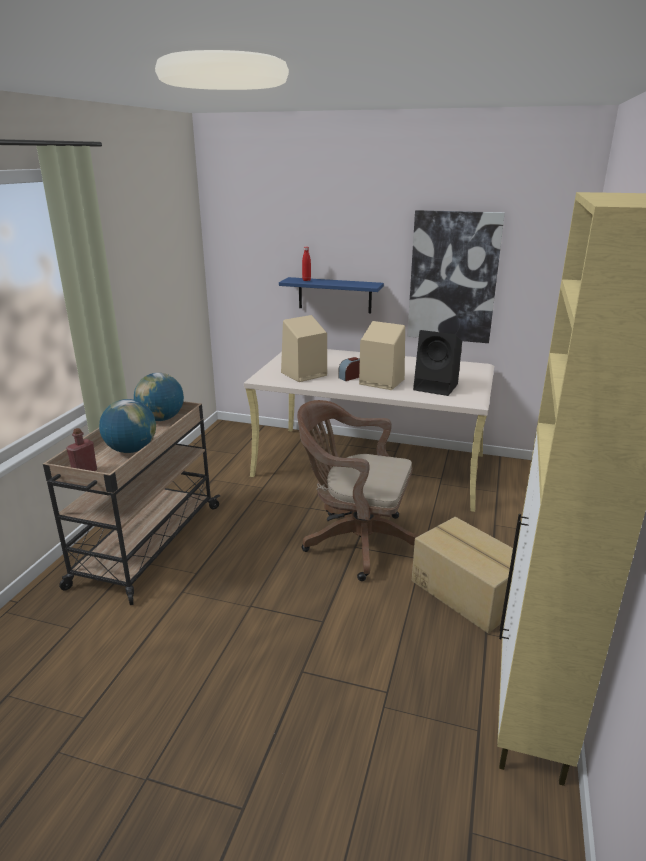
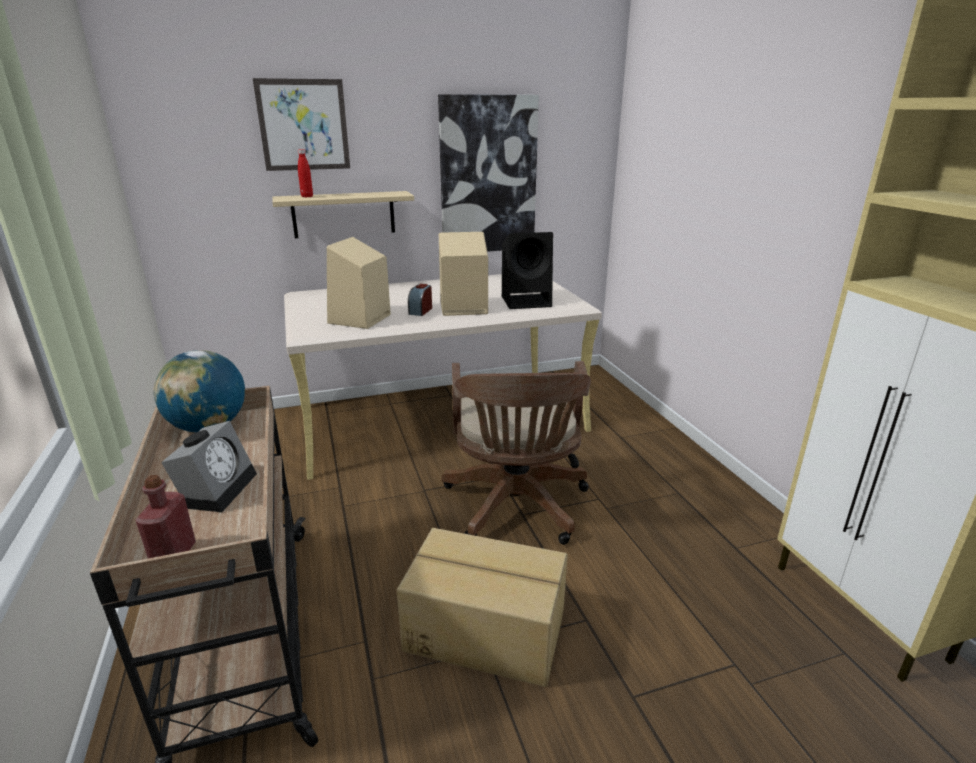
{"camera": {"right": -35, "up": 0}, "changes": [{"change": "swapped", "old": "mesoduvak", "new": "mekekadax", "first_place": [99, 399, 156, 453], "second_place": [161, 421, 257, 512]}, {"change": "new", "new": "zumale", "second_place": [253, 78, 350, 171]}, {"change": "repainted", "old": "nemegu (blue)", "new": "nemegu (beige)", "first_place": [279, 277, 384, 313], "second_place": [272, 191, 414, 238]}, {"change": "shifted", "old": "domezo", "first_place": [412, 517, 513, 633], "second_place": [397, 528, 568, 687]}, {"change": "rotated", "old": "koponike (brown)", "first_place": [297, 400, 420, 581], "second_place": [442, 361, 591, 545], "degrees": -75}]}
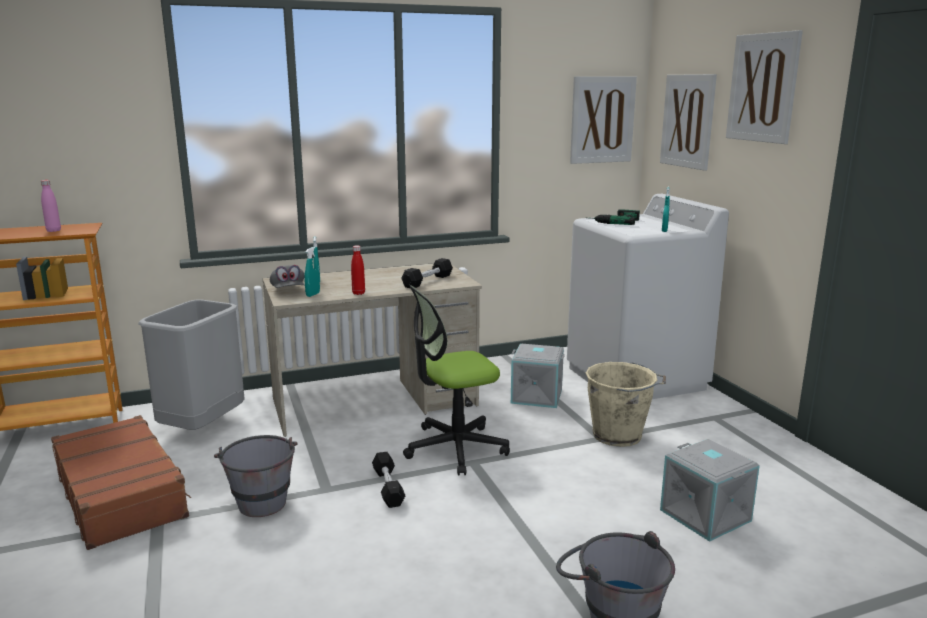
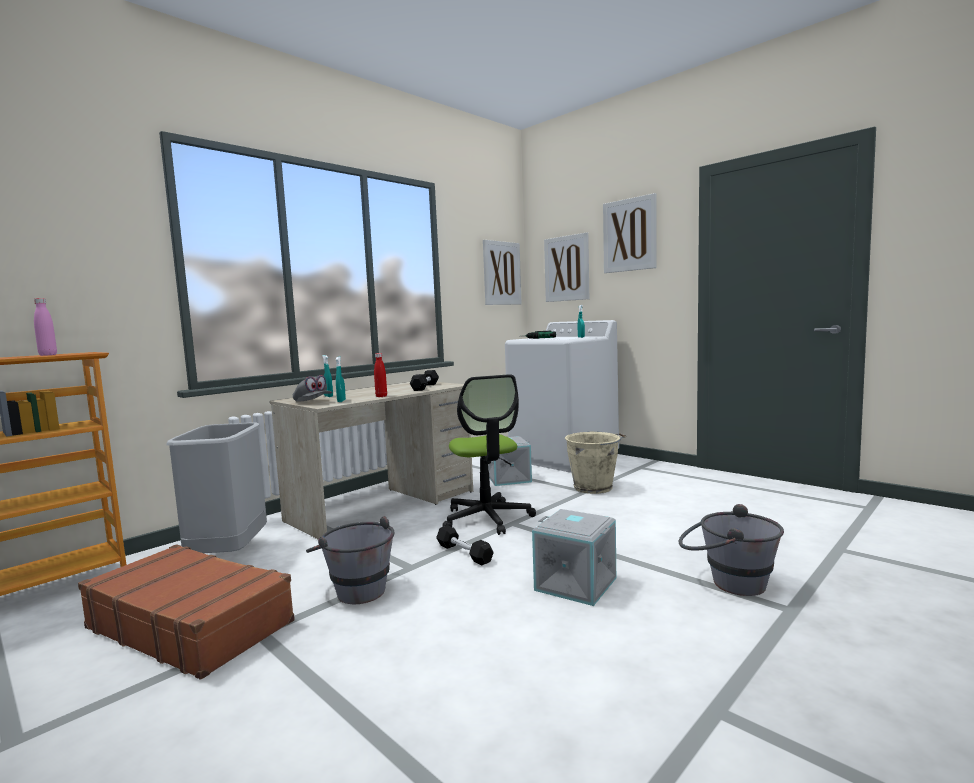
{"camera": {"right": -25, "up": -10}, "changes": [{"change": "rotated", "old": "koponike", "first_place": [403, 285, 510, 475], "second_place": [442, 374, 536, 535], "degrees": -60}, {"change": "shifted", "old": "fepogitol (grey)", "first_place": [660, 439, 760, 542], "second_place": [532, 509, 616, 606]}]}
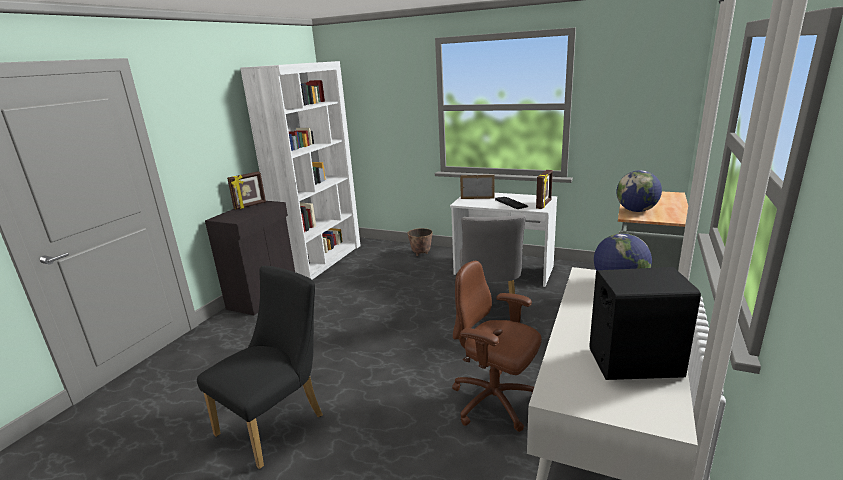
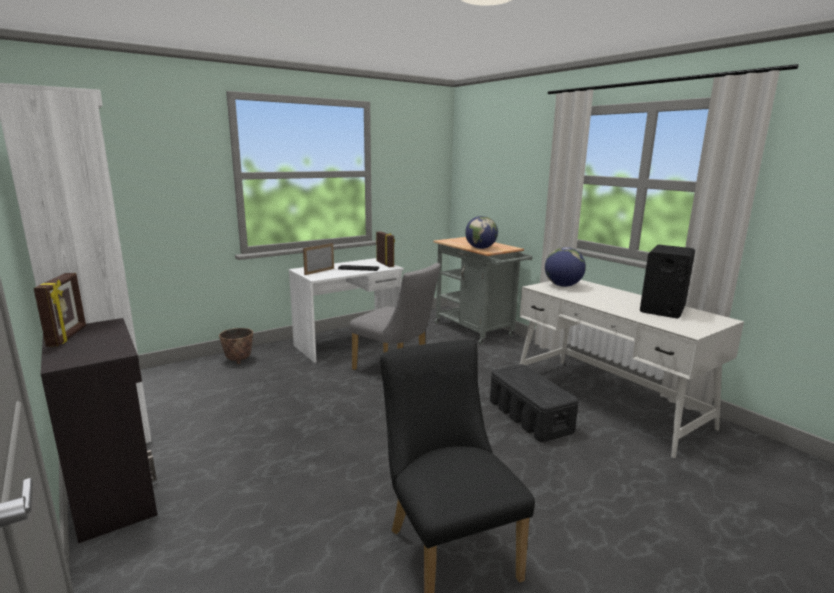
{"camera": {"right": -60, "up": -5}, "changes": [{"change": "swapped", "old": "koponike (brown)", "new": "fepogitol (black)", "first_place": [452, 261, 542, 432], "second_place": [490, 364, 579, 442]}]}
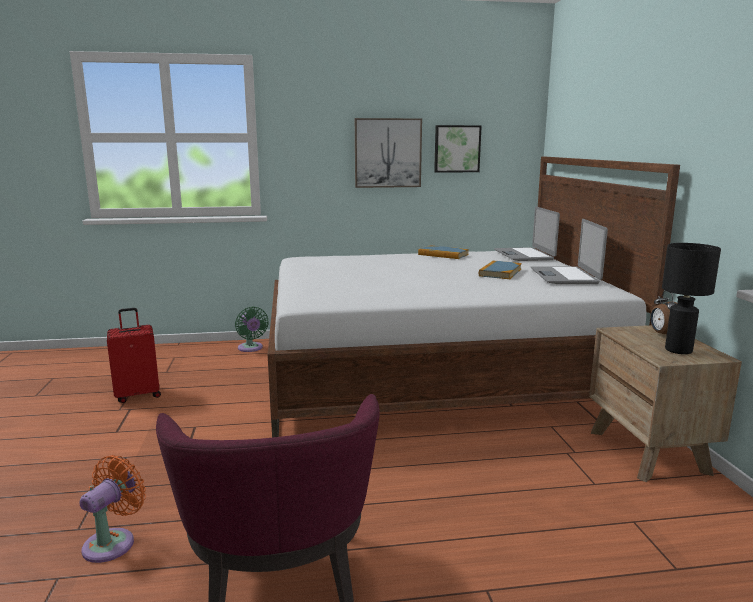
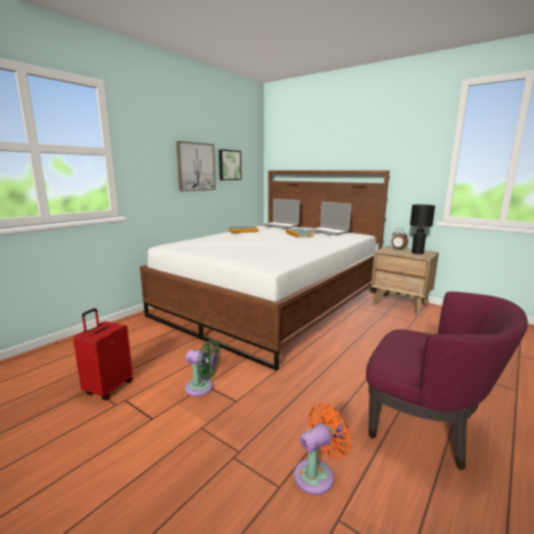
{"camera": {"right": -45, "up": 0}, "changes": [{"change": "shifted", "old": "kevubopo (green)", "first_place": [235, 306, 269, 352], "second_place": [185, 340, 221, 396]}, {"change": "rotated", "old": "kevubopo (orange)", "first_place": [79, 455, 146, 563], "second_place": [294, 403, 352, 495], "degrees": 75}]}
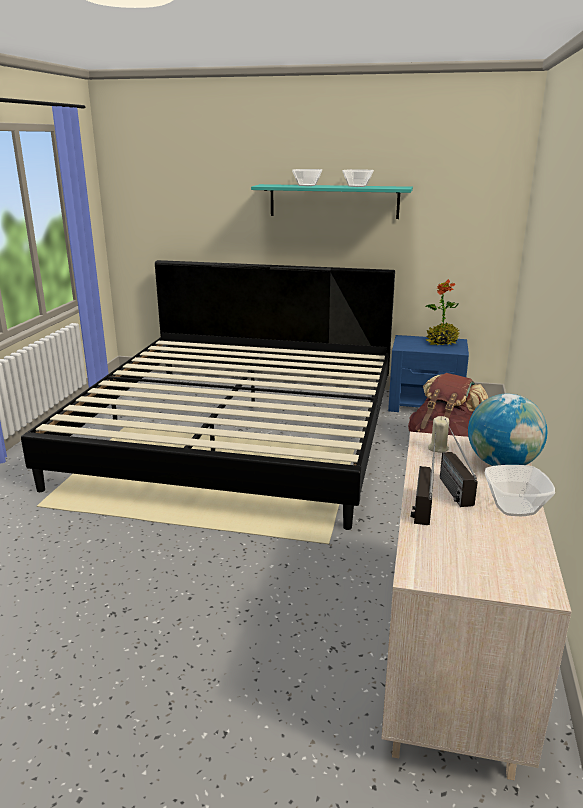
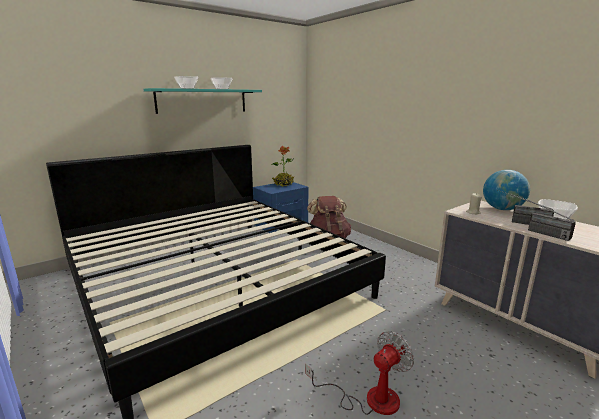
{"camera": {"right": -50, "up": -5}, "changes": [{"change": "new", "new": "kevubopo", "second_place": [305, 331, 414, 415]}]}
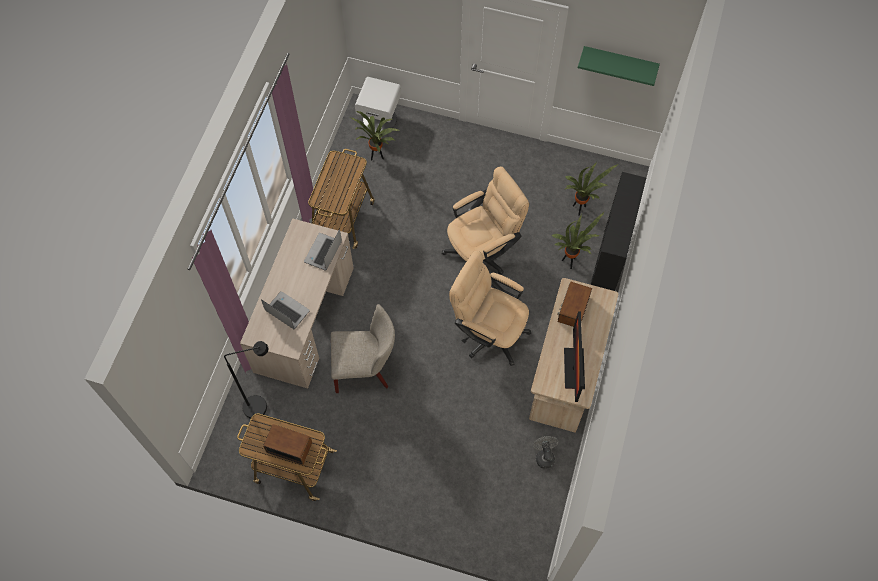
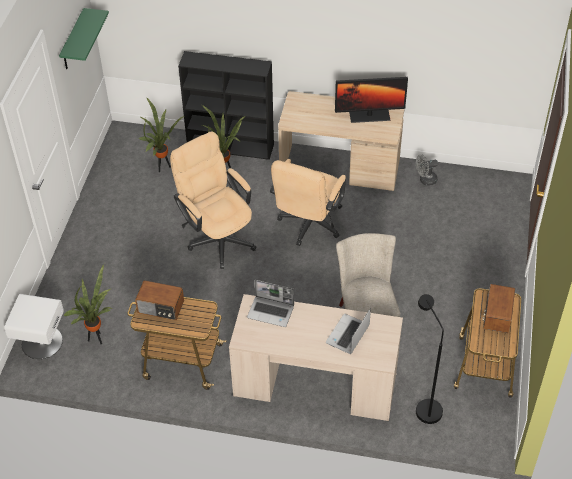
{"camera": {"right": -95, "up": -15}, "changes": [{"change": "shifted", "old": "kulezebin", "first_place": [557, 282, 592, 327], "second_place": [135, 280, 184, 320]}]}
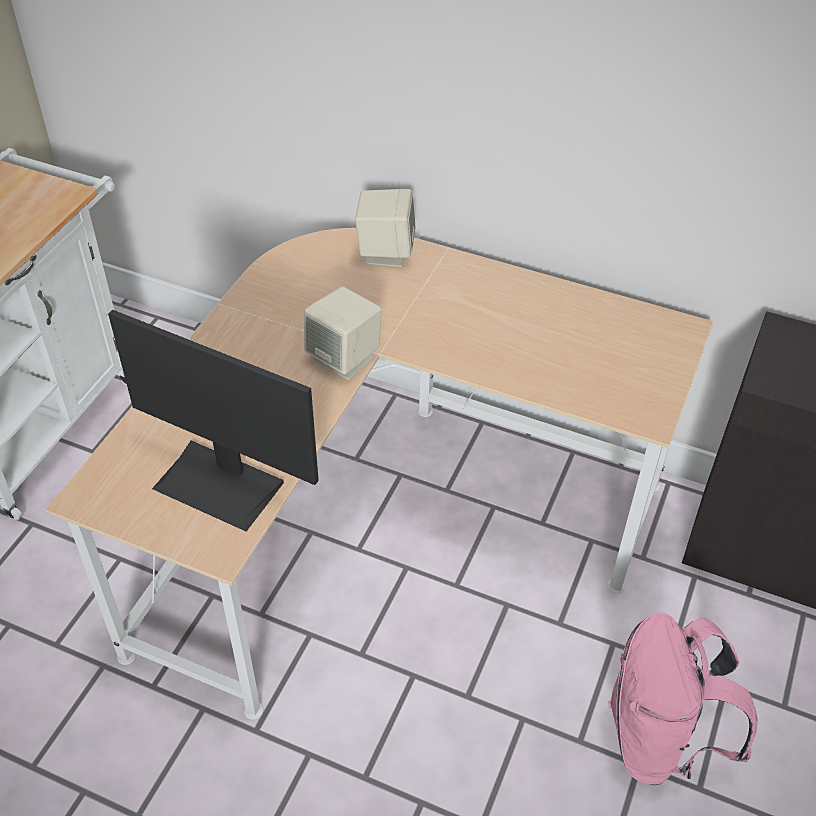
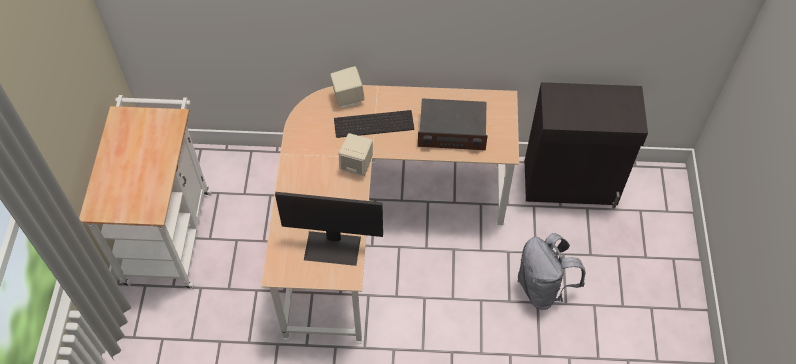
{"camera": {"right": -20, "up": 10}, "changes": [{"change": "new", "new": "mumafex", "second_place": [334, 110, 414, 138]}, {"change": "new", "new": "kulezebin", "second_place": [418, 98, 488, 150]}, {"change": "repainted", "old": "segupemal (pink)", "new": "segupemal (grey)", "first_place": [608, 612, 757, 785], "second_place": [518, 233, 585, 310]}]}
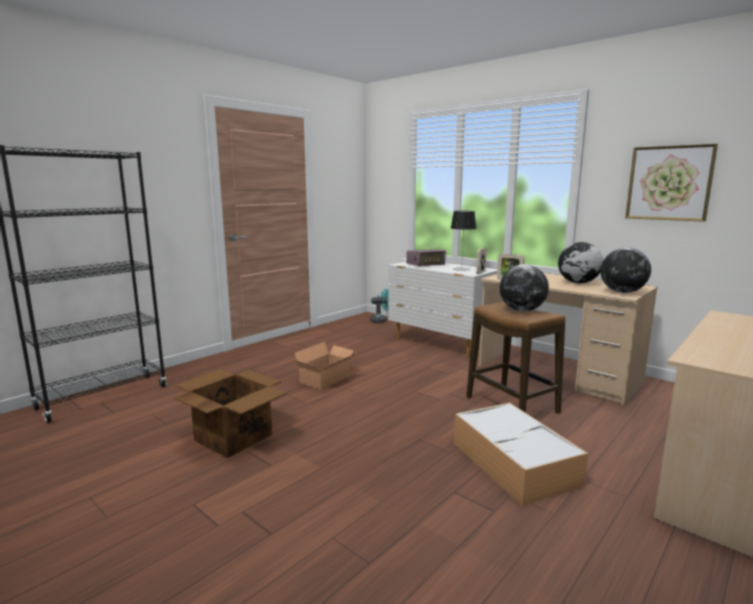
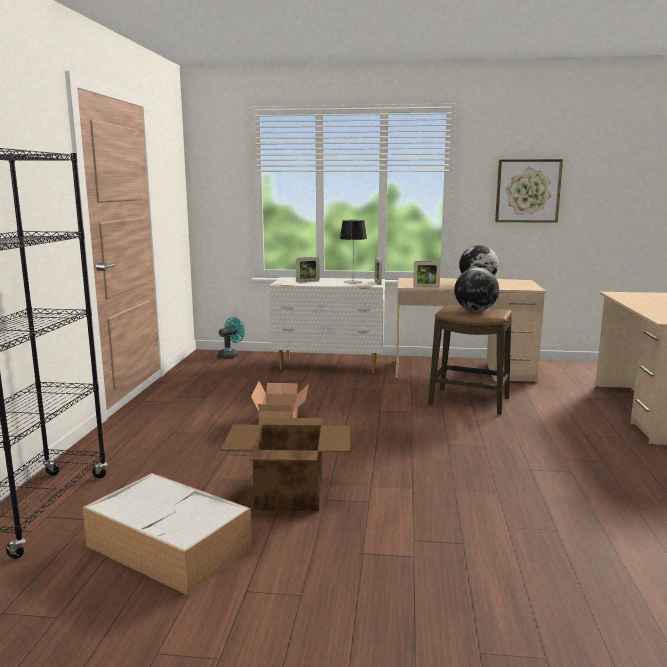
{"camera": {"right": -35, "up": 0}, "changes": [{"change": "shifted", "old": "fepogitol", "first_place": [454, 403, 588, 506], "second_place": [83, 473, 252, 595]}, {"change": "swapped", "old": "kulezebin", "new": "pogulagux", "first_place": [406, 249, 446, 267], "second_place": [296, 257, 320, 283]}, {"change": "gone", "old": "mesoduvak", "first_place": [601, 248, 651, 293]}]}
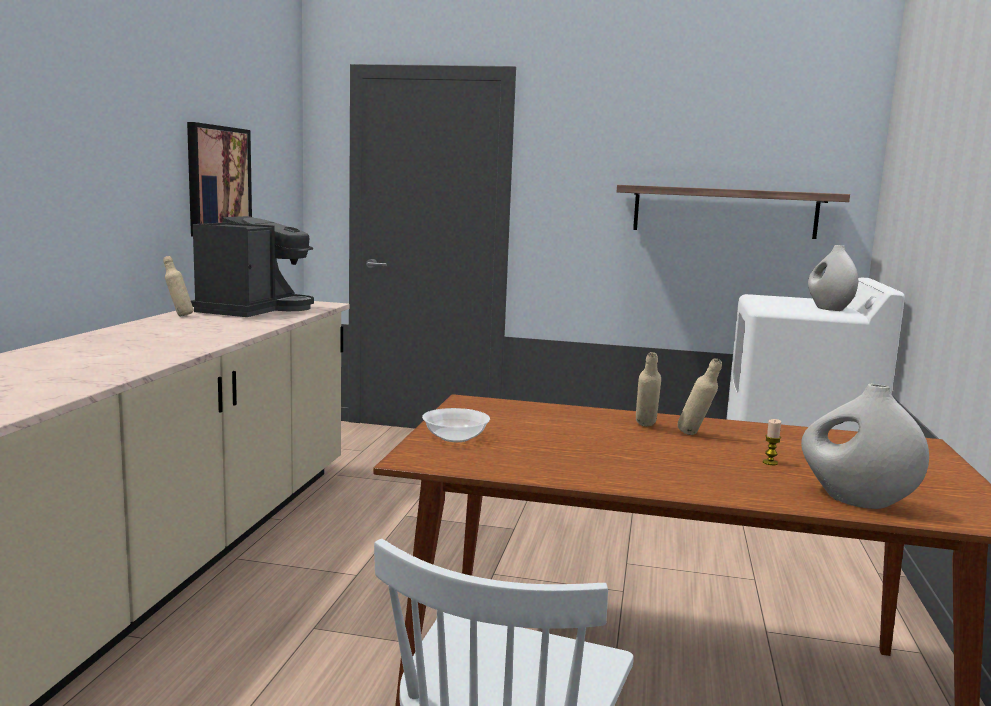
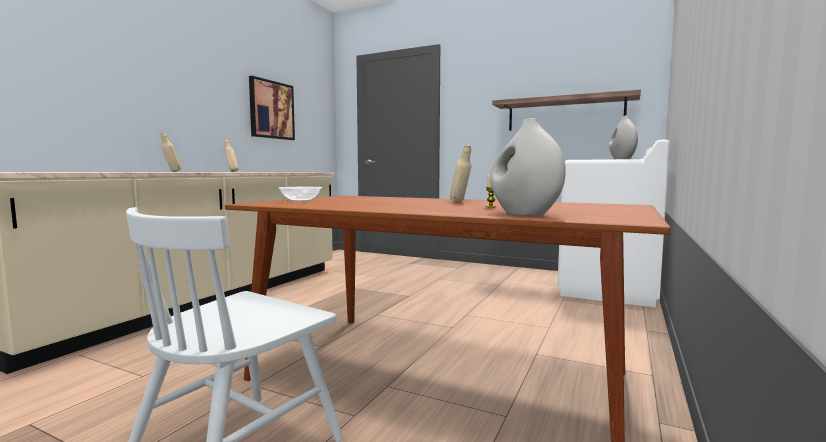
{"camera": {"right": 15, "up": -5}, "changes": [{"change": "shifted", "old": "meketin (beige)", "first_place": [636, 352, 661, 427], "second_place": [160, 133, 181, 172]}, {"change": "gone", "old": "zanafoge", "first_place": [191, 216, 314, 317]}]}
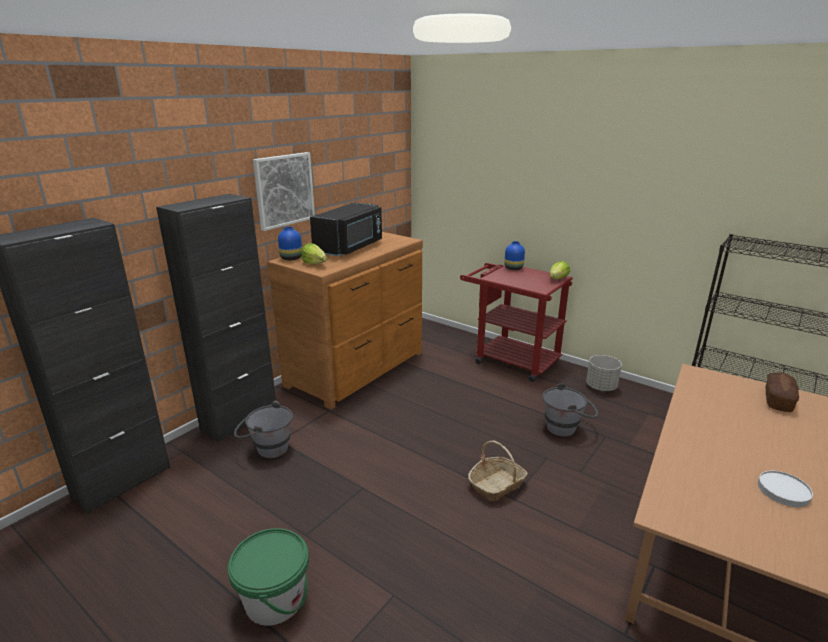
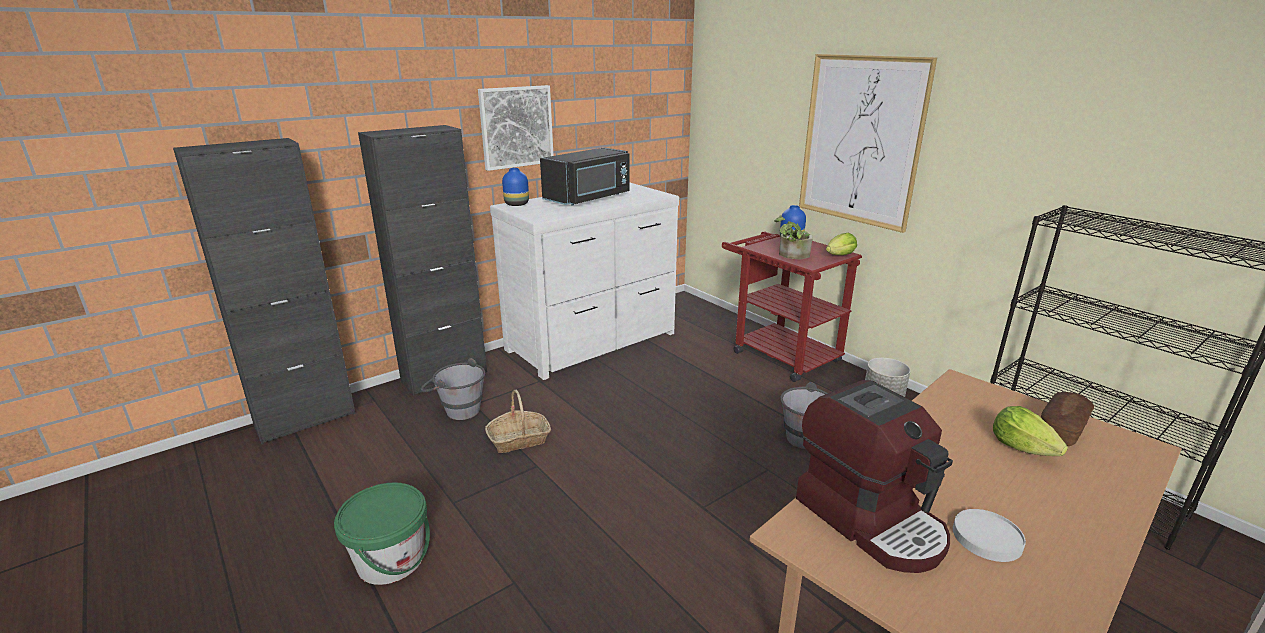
{"camera": {"right": 15, "up": 0}, "changes": [{"change": "shifted", "old": "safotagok", "first_place": [468, 441, 528, 502], "second_place": [485, 390, 552, 453]}, {"change": "repainted", "old": "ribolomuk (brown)", "new": "ribolomuk (white)", "first_place": [267, 232, 423, 409], "second_place": [490, 183, 679, 380]}, {"change": "new", "new": "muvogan", "second_place": [774, 215, 813, 259]}, {"change": "new", "new": "zanafoge", "second_place": [796, 380, 953, 573]}, {"change": "new", "new": "zumale", "second_place": [799, 54, 937, 233]}, {"change": "shifted", "old": "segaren", "first_place": [301, 243, 327, 265], "second_place": [993, 406, 1068, 456]}]}
